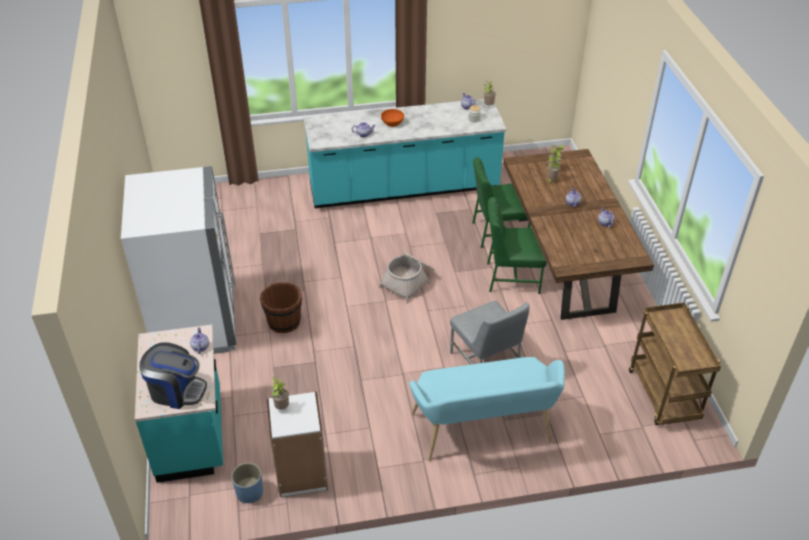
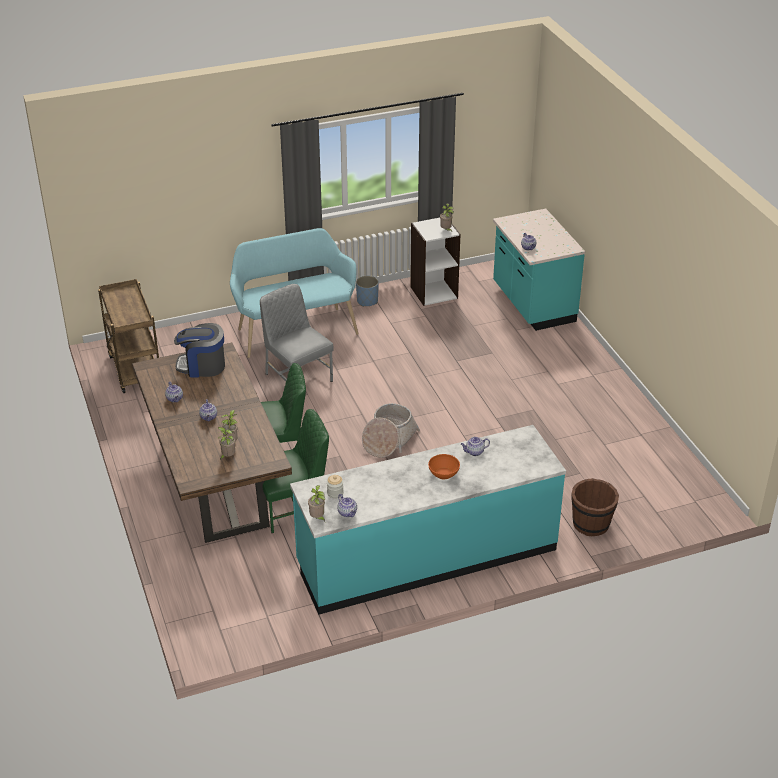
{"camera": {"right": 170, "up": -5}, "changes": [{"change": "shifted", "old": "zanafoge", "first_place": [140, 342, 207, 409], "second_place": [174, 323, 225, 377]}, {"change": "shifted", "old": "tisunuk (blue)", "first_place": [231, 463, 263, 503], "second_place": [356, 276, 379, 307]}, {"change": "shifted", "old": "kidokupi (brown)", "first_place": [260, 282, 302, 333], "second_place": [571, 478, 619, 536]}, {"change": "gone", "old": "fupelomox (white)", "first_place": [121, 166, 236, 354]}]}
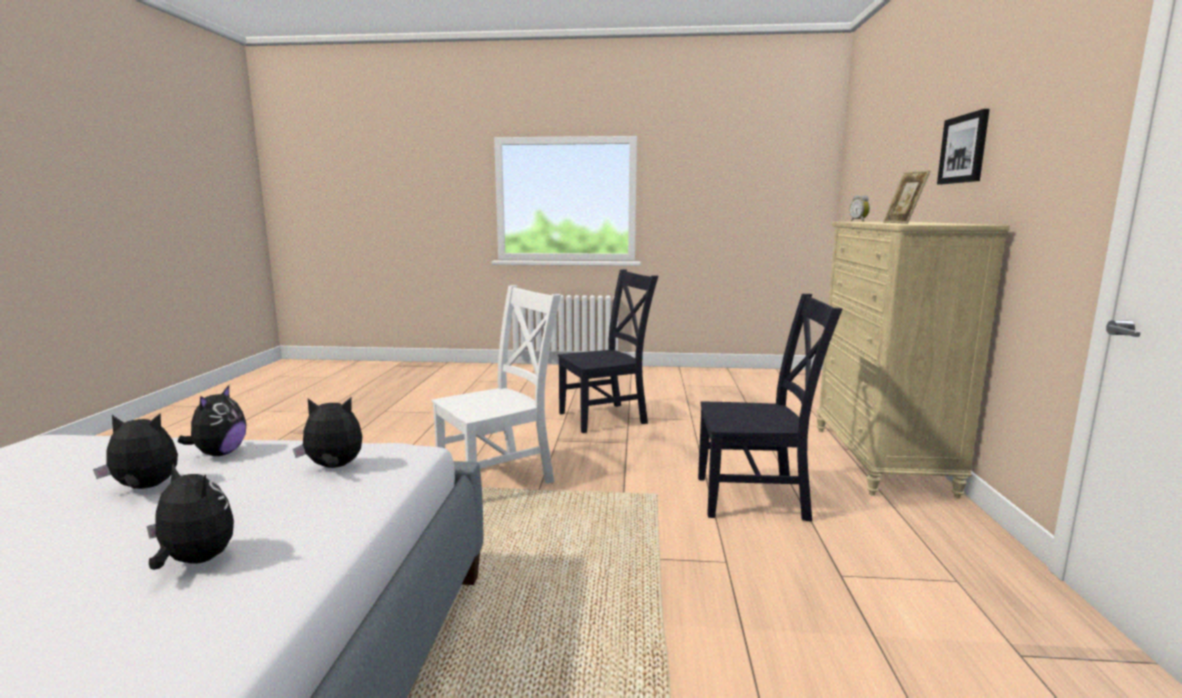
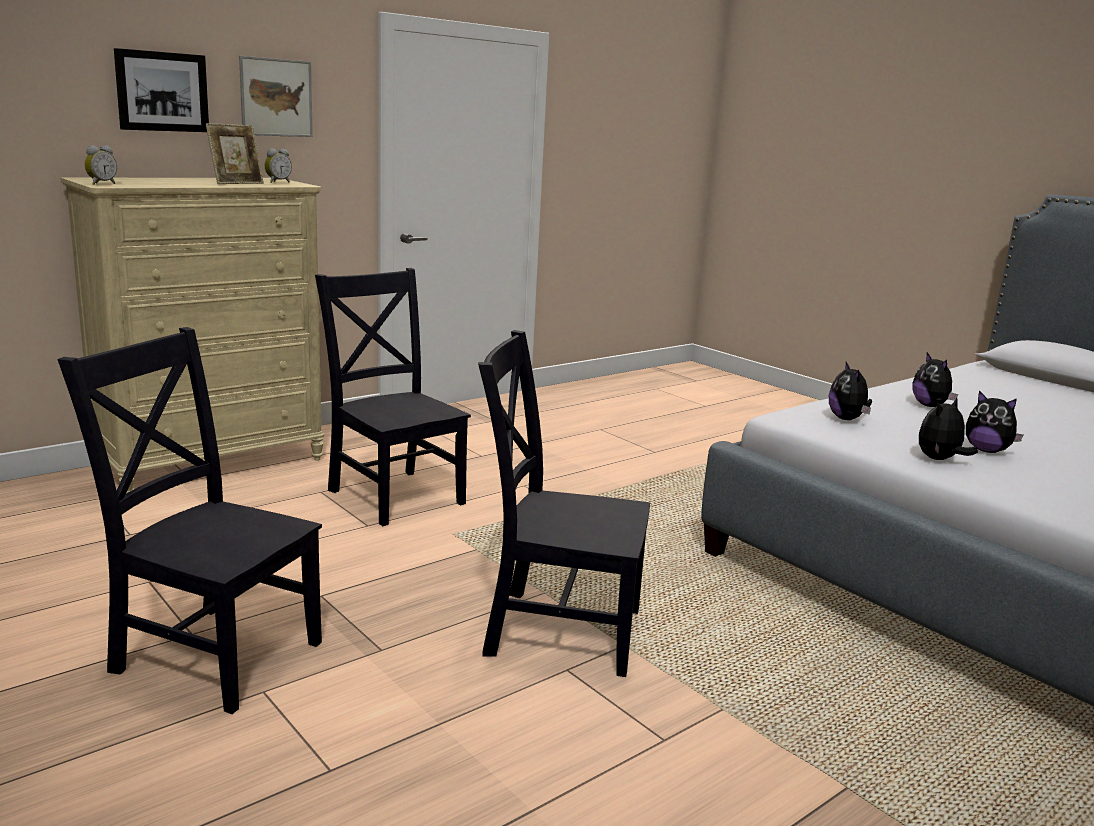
{"camera": {"right": -135, "up": 5}, "changes": [{"change": "new", "new": "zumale", "second_place": [239, 56, 313, 137]}, {"change": "new", "new": "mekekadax", "second_place": [265, 149, 292, 183]}, {"change": "repainted", "old": "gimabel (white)", "new": "gimabel (black)", "first_place": [431, 285, 561, 483], "second_place": [478, 330, 650, 677]}, {"change": "rotated", "old": "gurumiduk", "first_place": [293, 397, 362, 468], "second_place": [829, 362, 872, 420], "degrees": 45}]}
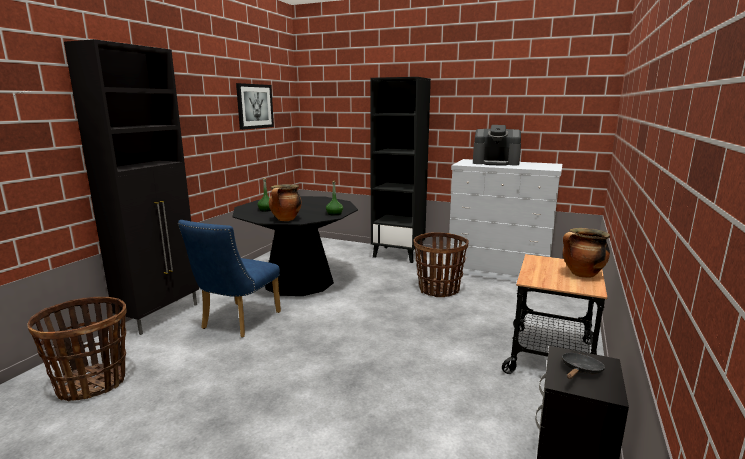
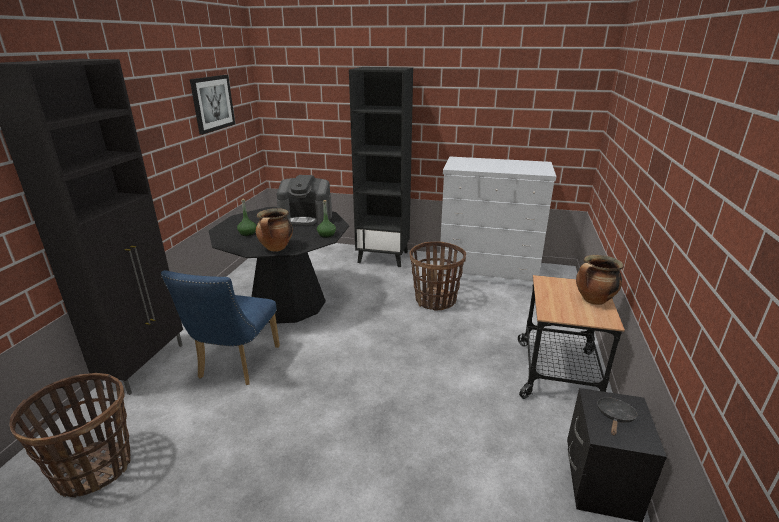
{"camera": {"right": -10, "up": 10}, "changes": [{"change": "shifted", "old": "zanafoge", "first_place": [473, 125, 521, 166], "second_place": [276, 175, 332, 225]}]}
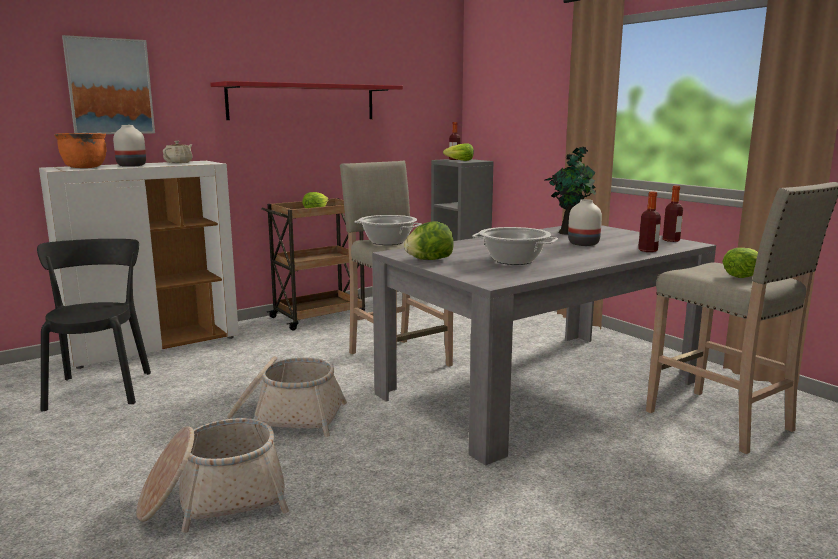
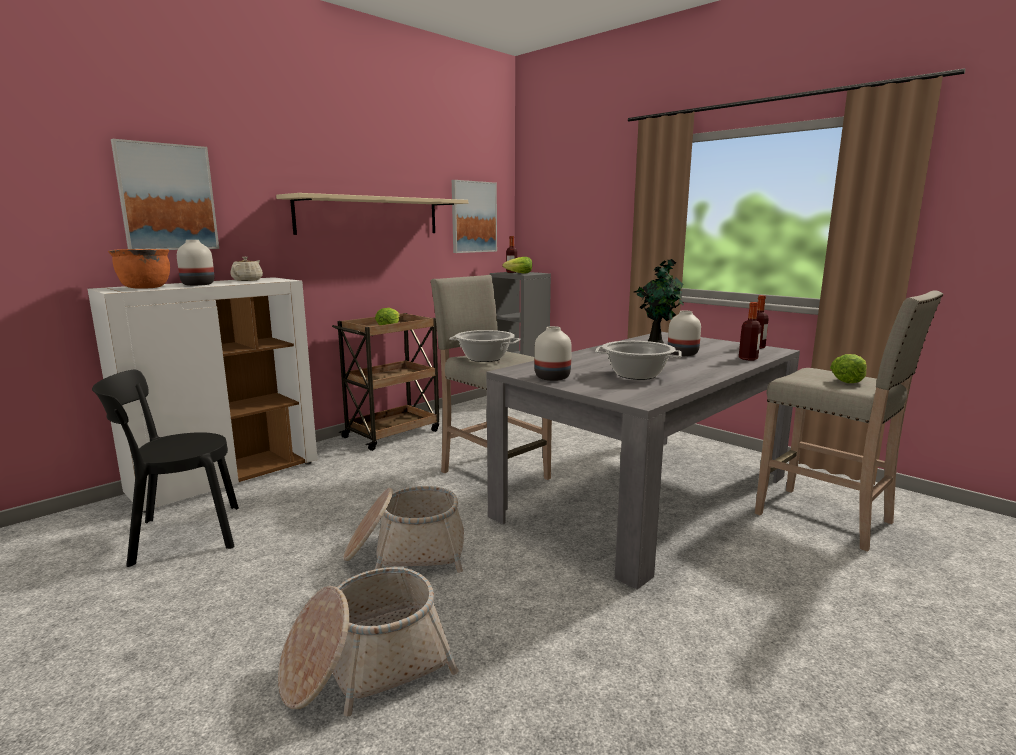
{"camera": {"right": -10, "up": 0}, "changes": [{"change": "rotated", "old": "gimabel (black)", "first_place": [37, 239, 151, 412], "second_place": [92, 370, 239, 567], "degrees": -90}, {"change": "repainted", "old": "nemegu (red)", "new": "nemegu (beige)", "first_place": [210, 81, 403, 120], "second_place": [276, 193, 468, 235]}, {"change": "new", "new": "zumale", "second_place": [452, 180, 497, 253]}, {"change": "swapped", "old": "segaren", "new": "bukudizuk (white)", "first_place": [404, 222, 454, 260], "second_place": [534, 326, 572, 381]}]}
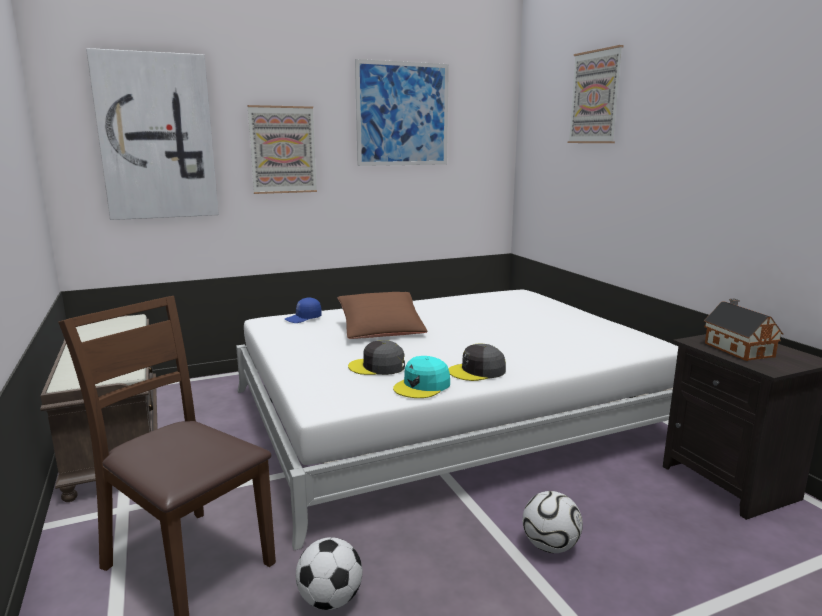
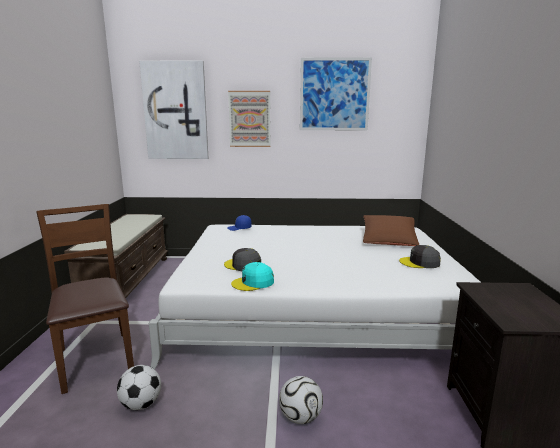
{"camera": {"right": 25, "up": 0}, "changes": [{"change": "shifted", "old": "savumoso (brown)", "first_place": [337, 292, 428, 339], "second_place": [363, 215, 419, 246]}, {"change": "shifted", "old": "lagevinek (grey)", "first_place": [448, 343, 506, 381], "second_place": [399, 245, 441, 268]}, {"change": "gone", "old": "zumale", "first_place": [568, 45, 624, 143]}, {"change": "gone", "old": "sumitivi", "first_place": [704, 298, 783, 361]}]}
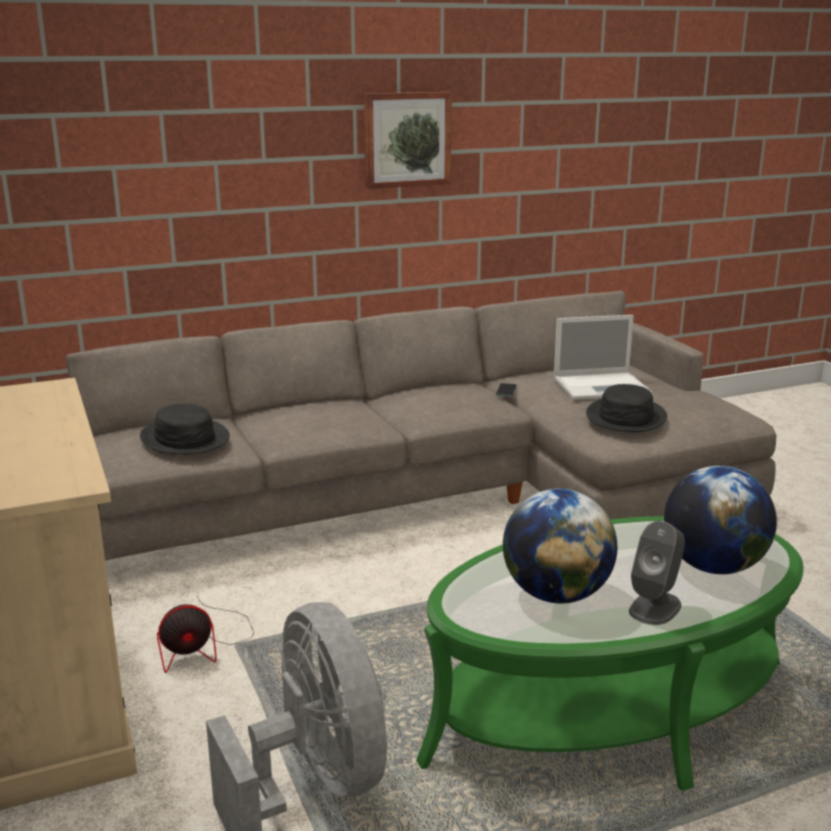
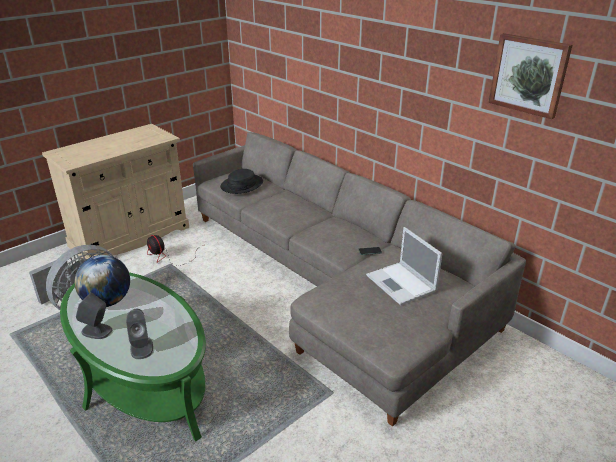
{"camera": {"right": 70, "up": 10}, "changes": [{"change": "swapped", "old": "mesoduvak", "new": "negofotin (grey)", "first_place": [664, 466, 777, 574], "second_place": [126, 309, 153, 359]}, {"change": "shifted", "old": "zumale", "first_place": [364, 92, 452, 189], "second_place": [489, 33, 572, 119]}, {"change": "gone", "old": "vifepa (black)", "first_place": [586, 384, 667, 432]}]}
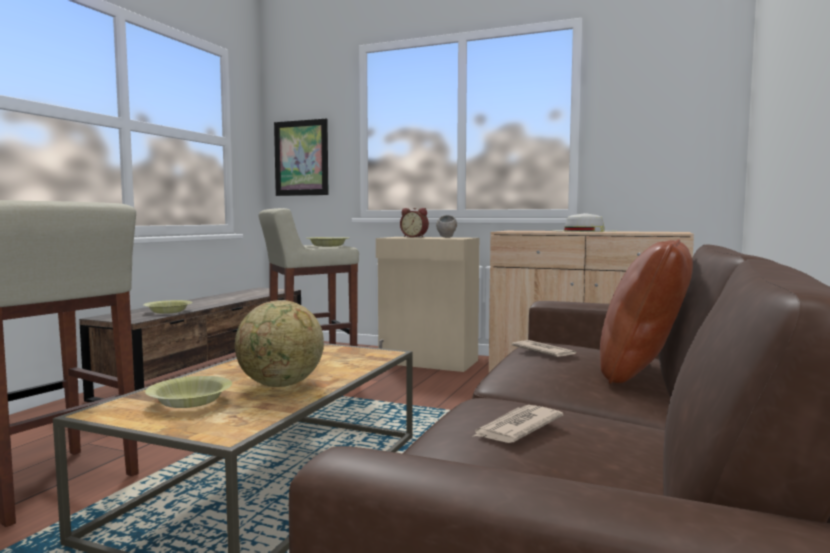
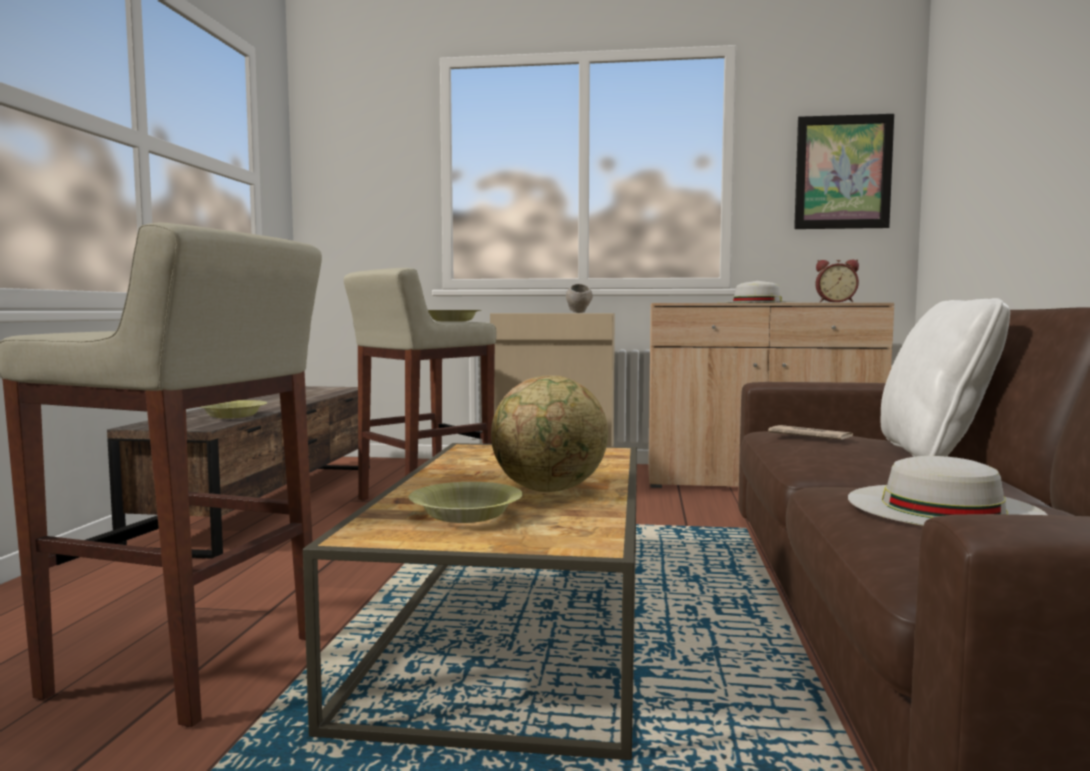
{"camera": {"right": -15, "up": 0}, "changes": [{"change": "shifted", "old": "zumale", "first_place": [274, 118, 329, 196], "second_place": [794, 114, 894, 229]}, {"change": "shifted", "old": "mekekadax", "first_place": [400, 208, 429, 237], "second_place": [815, 259, 859, 303]}, {"change": "swapped", "old": "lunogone", "new": "vifepa (white)", "first_place": [472, 405, 563, 443], "second_place": [848, 456, 1047, 526]}, {"change": "repainted", "old": "savumoso (brown)", "new": "savumoso (white)", "first_place": [600, 239, 693, 384], "second_place": [881, 298, 1010, 457]}]}
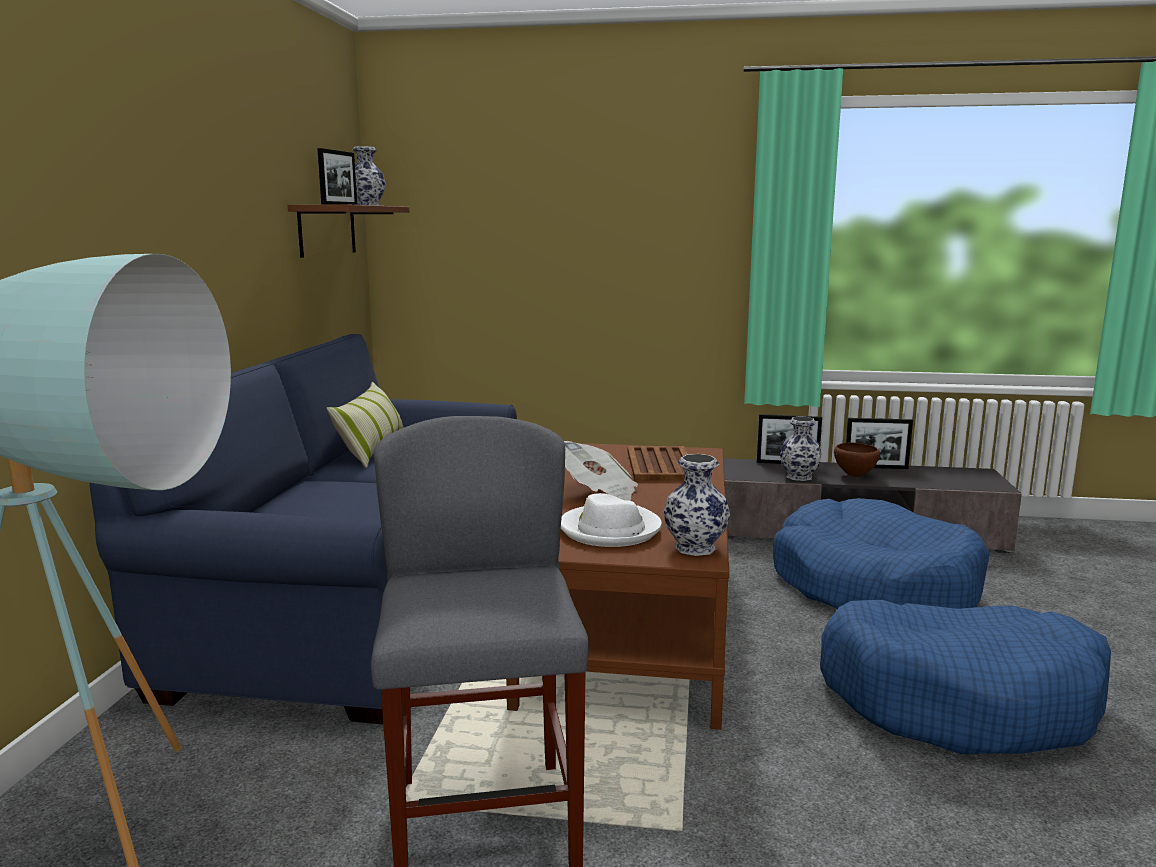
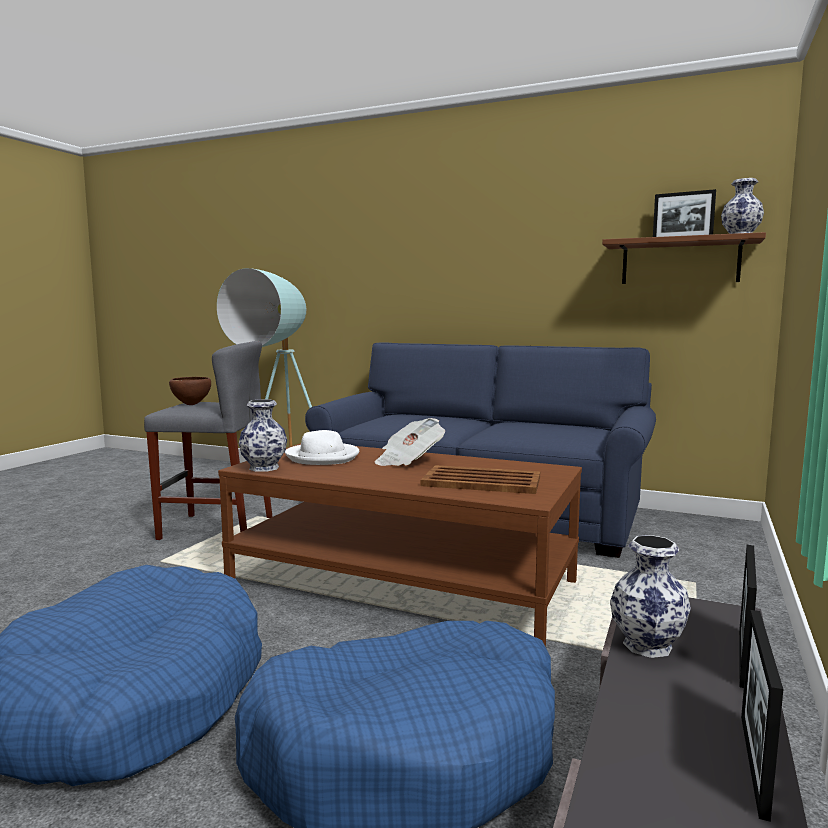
{"camera": {"right": 105, "up": -5}, "changes": [{"change": "shifted", "old": "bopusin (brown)", "first_place": [834, 442, 880, 477], "second_place": [169, 377, 211, 405]}, {"change": "gone", "old": "savumoso", "first_place": [327, 382, 404, 468]}]}
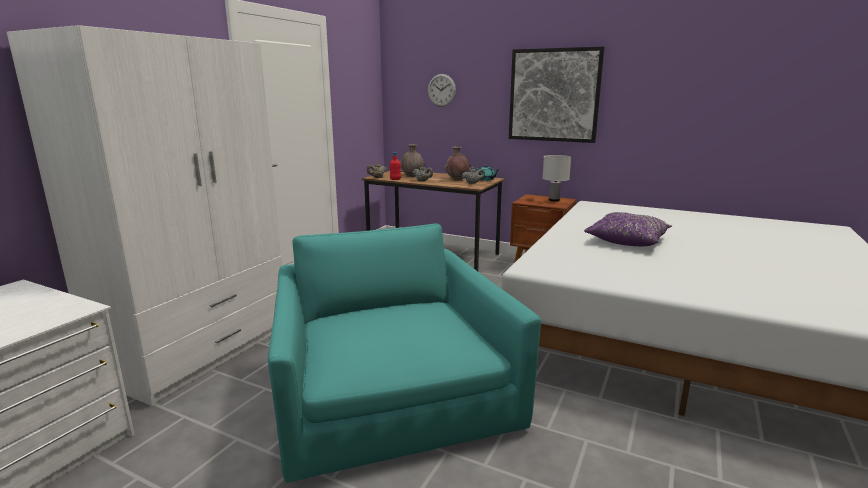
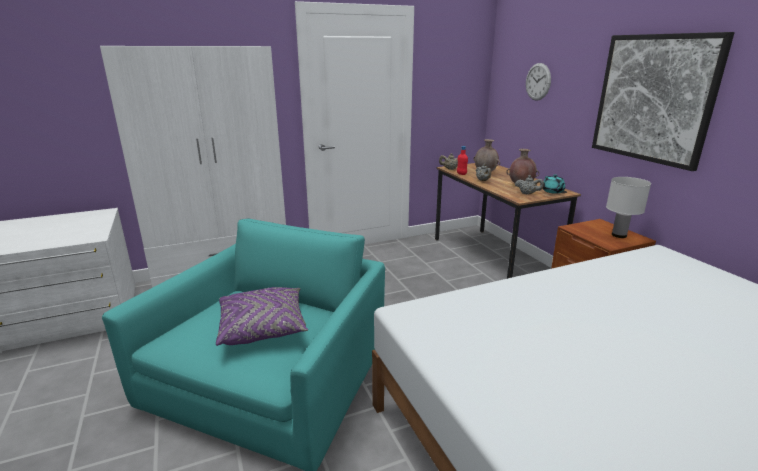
{"camera": {"right": 40, "up": 5}, "changes": [{"change": "shifted", "old": "savumoso (purple)", "first_place": [584, 212, 672, 246], "second_place": [216, 287, 308, 346]}]}
